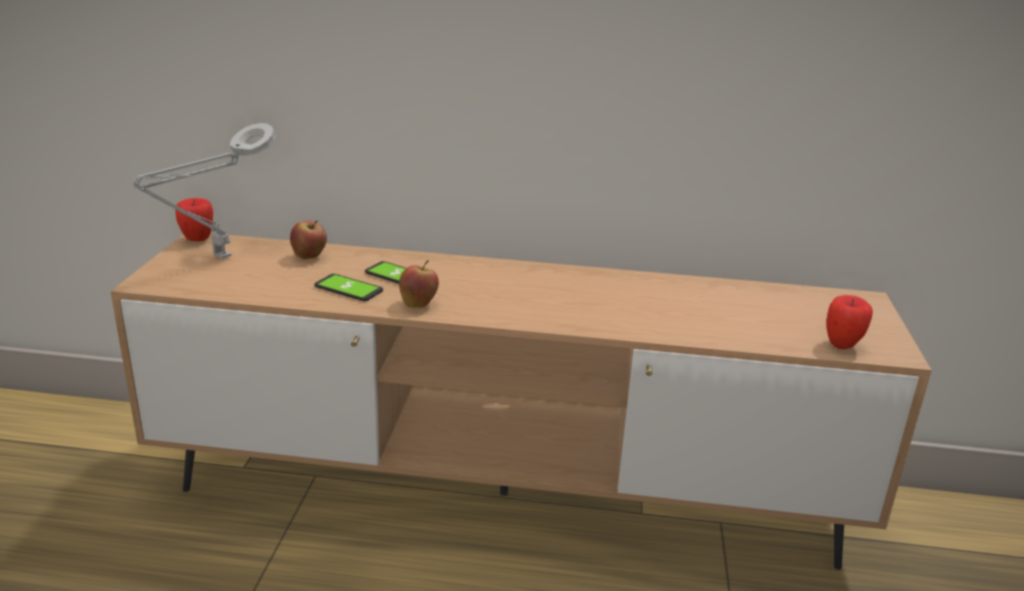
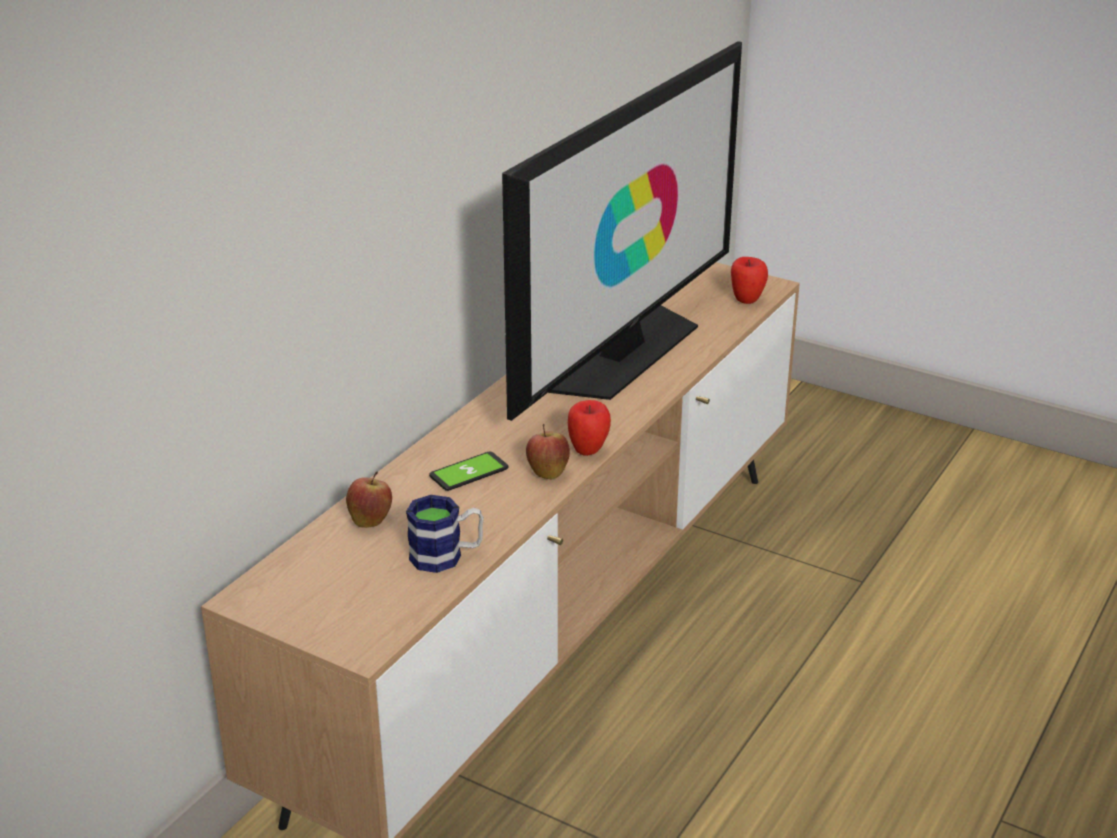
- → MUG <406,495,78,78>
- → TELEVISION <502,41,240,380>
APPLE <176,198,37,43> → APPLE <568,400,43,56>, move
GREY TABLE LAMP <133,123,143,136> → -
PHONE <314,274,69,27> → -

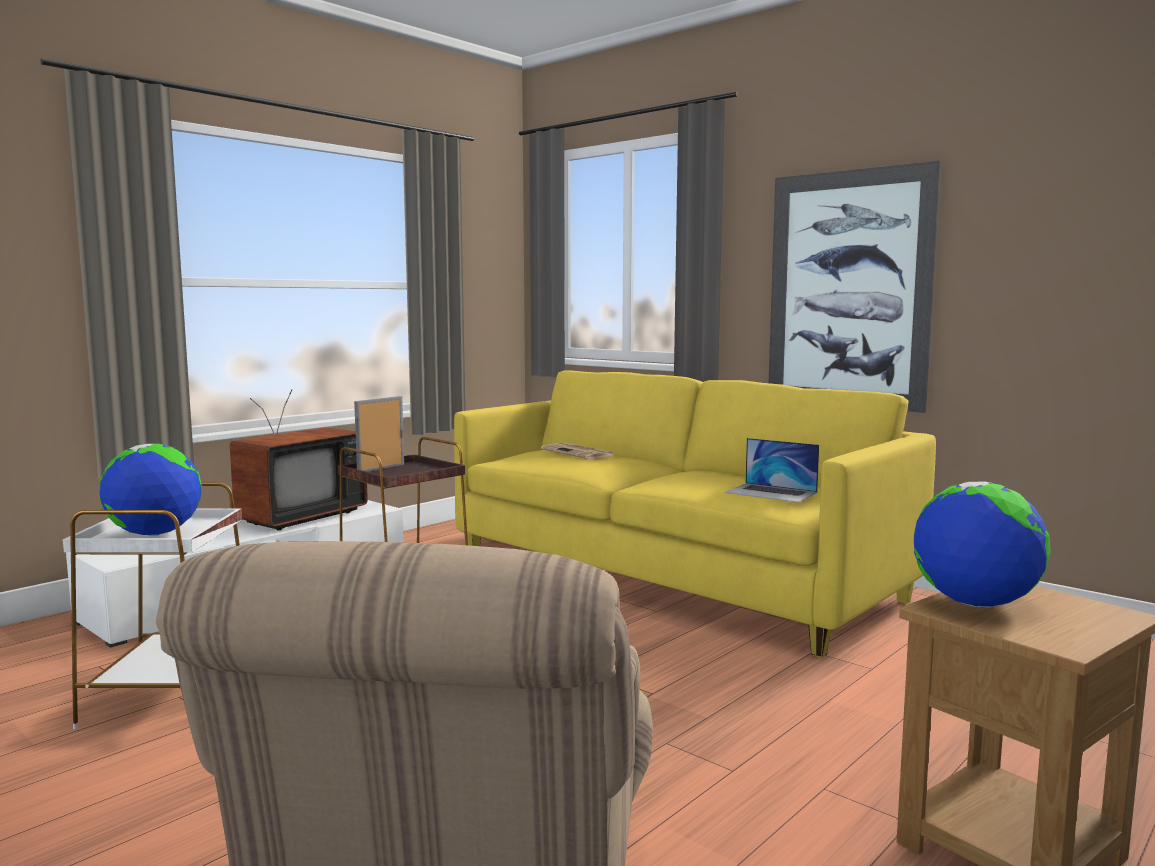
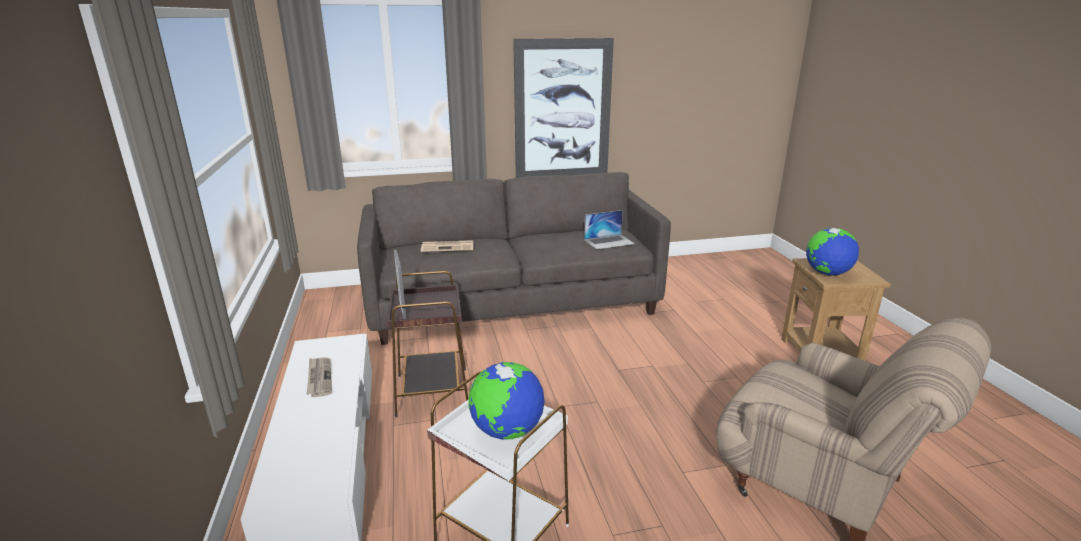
TELEVISION <230,389,138,142> → NEWSPAPER <307,357,25,40>
YELLOW SOFA <454,370,482,288> → GREY SOFA <357,172,314,173>

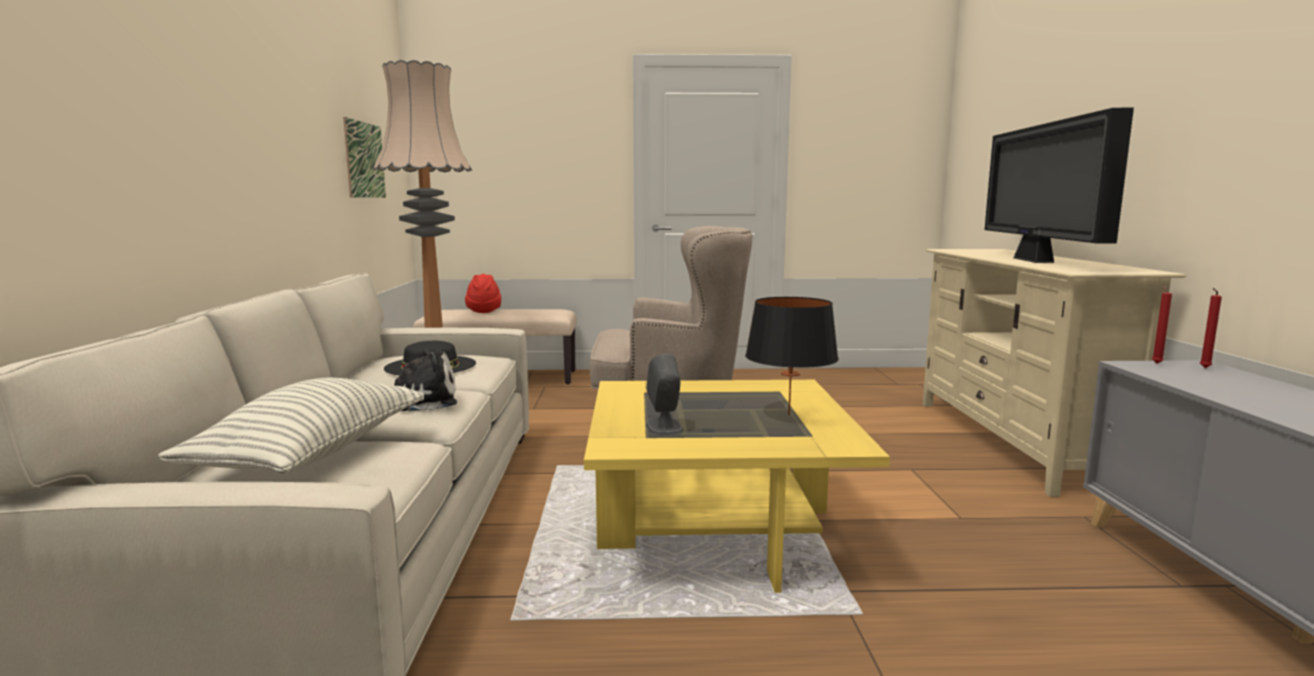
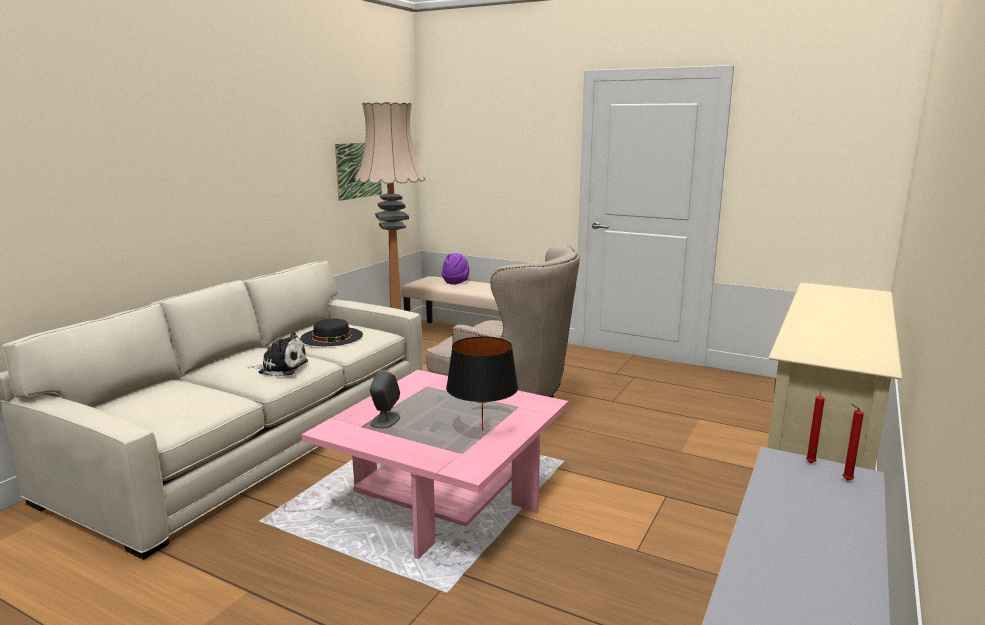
YELLOW COFFEE TABLE <584,380,306,213> → PINK COFFEE TABLE <302,370,267,189>
RED HAT <465,274,36,39> → PURPLE HAT <442,253,27,32>
PILLOW <158,378,266,96> → -
TELEVISION <985,107,149,156> → -

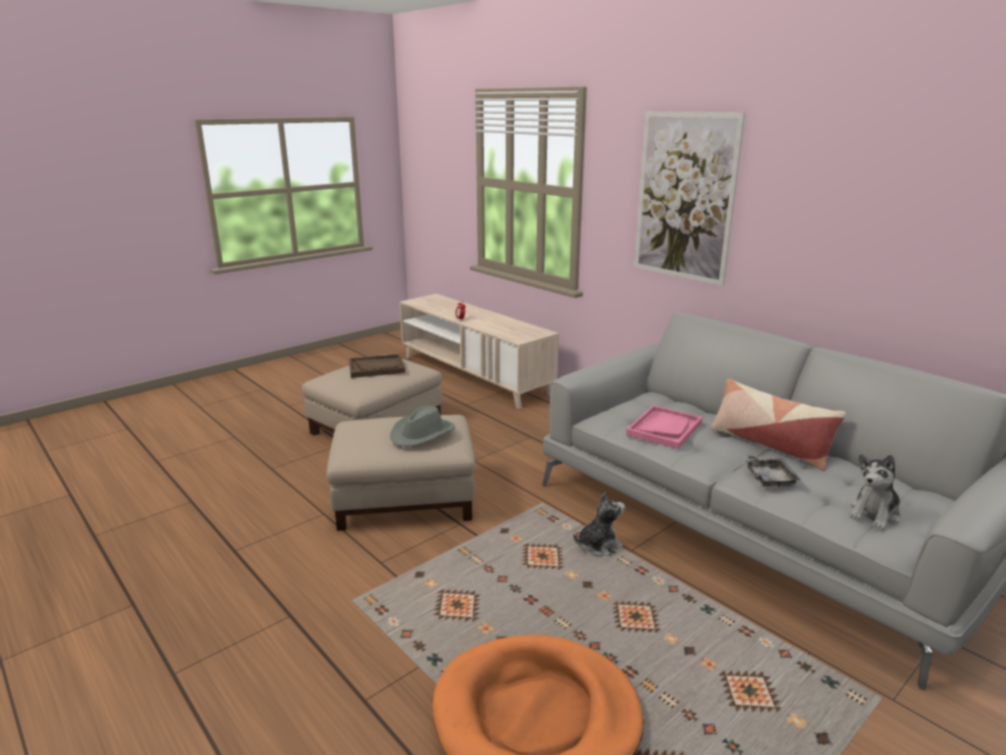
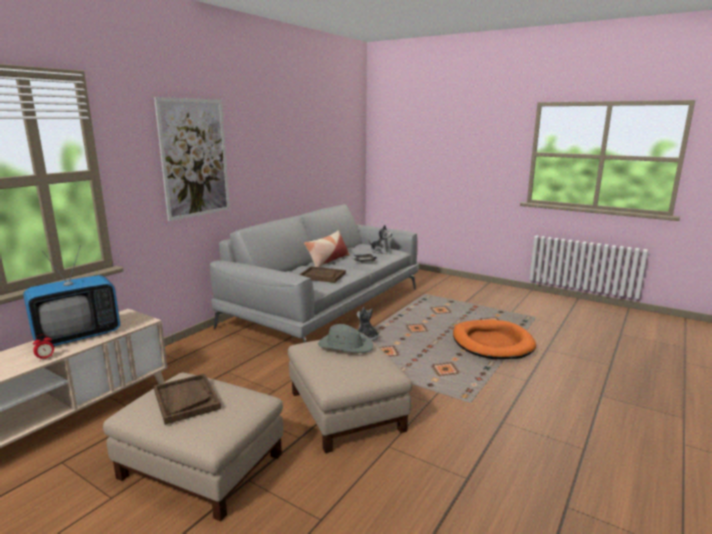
- → TELEVISION <23,246,97,101>
PINK TRAY <626,405,76,44> → BROWN TRAY <299,266,47,17>

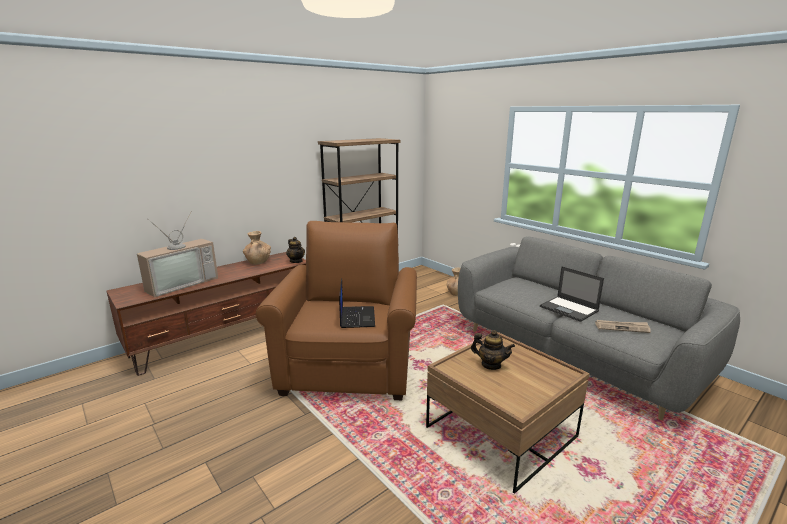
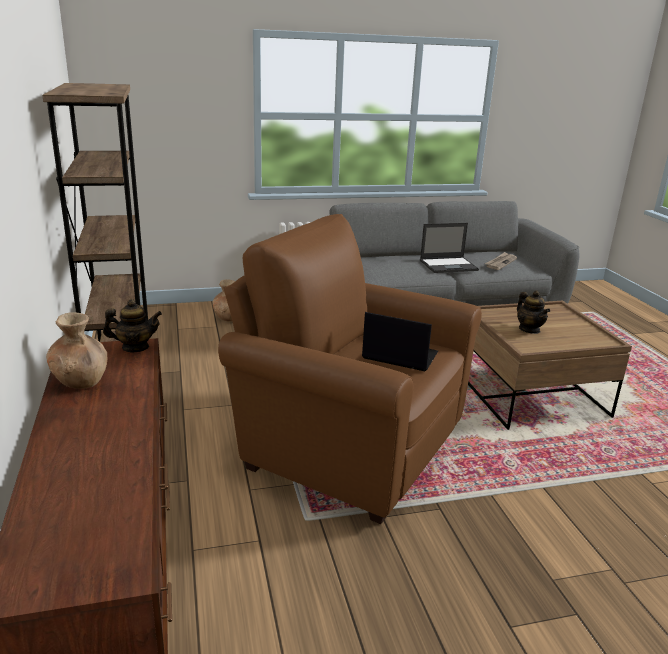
TEAPOT <471,330,44,40> → TEAPOT <517,290,33,44>, 105 degrees clockwise
TELEVISION <137,211,81,86> → -

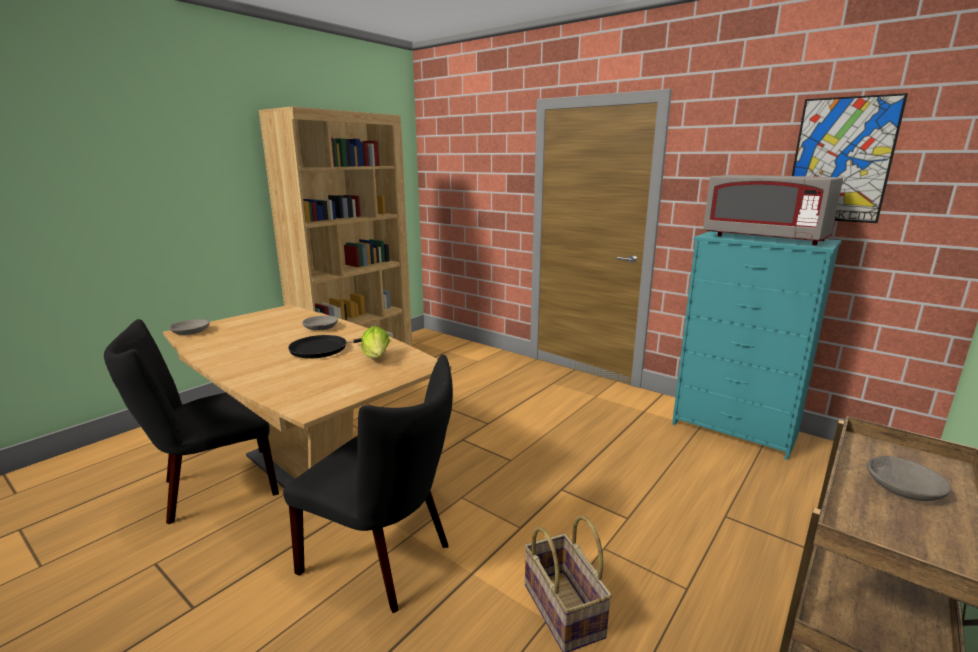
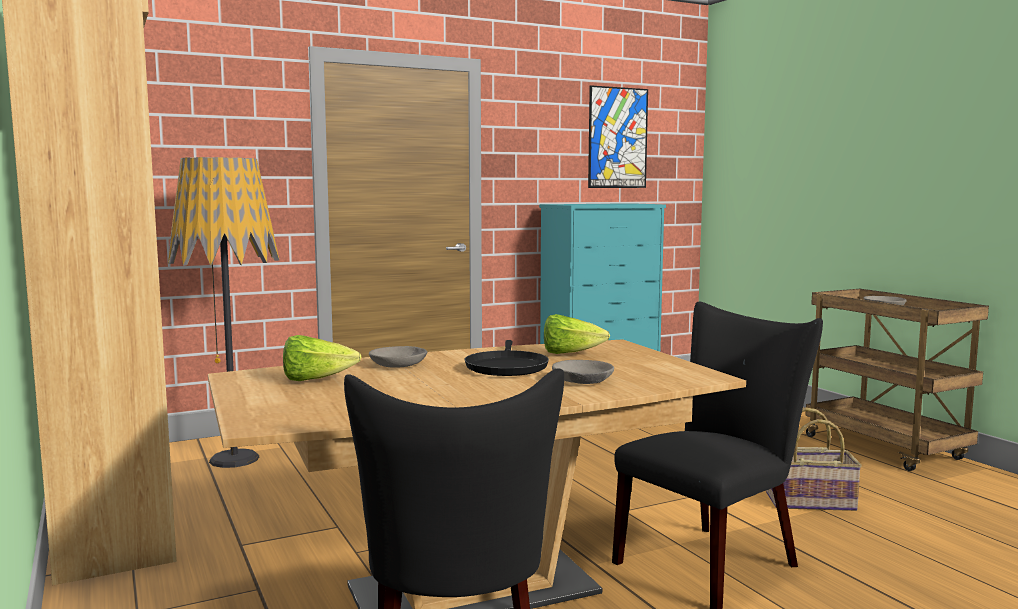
- → FLOOR LAMP <168,157,112,311>
- → LETTUCE <283,335,79,46>
GREY BOWL <169,319,41,16> → GREY BOWL <552,360,62,24>, move
GREY MICROWAVE <703,175,140,70> → -

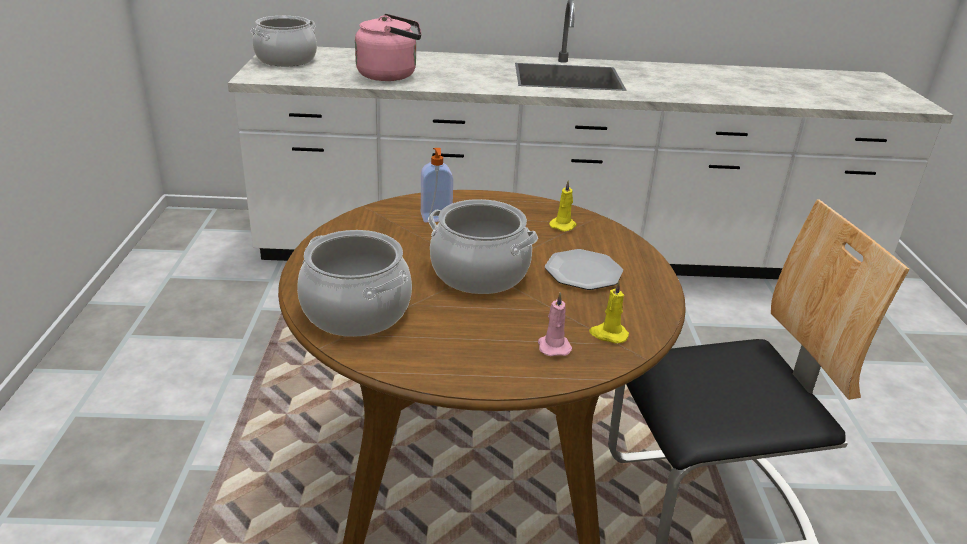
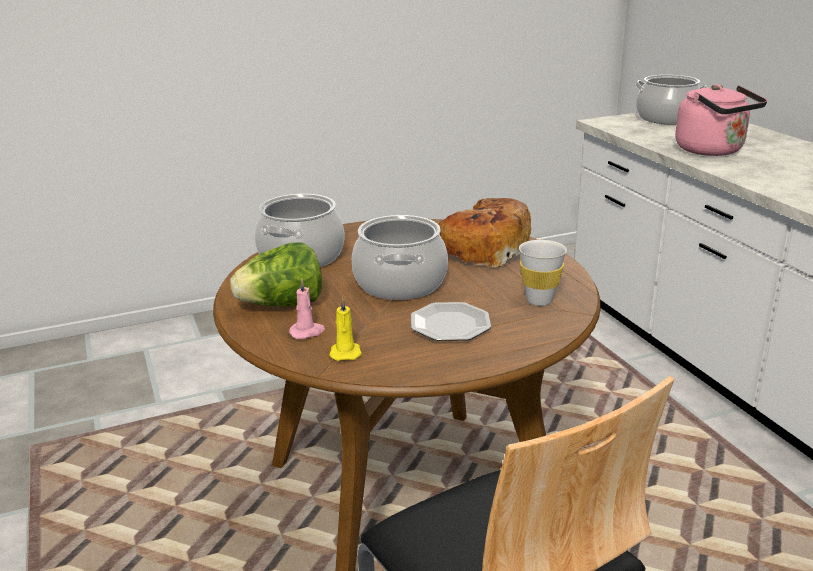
- → LETTUCE <230,242,92,65>
SOAP DISPENSER <421,148,32,75> → BREAD <438,198,93,69>
YELLOW CANDLE <549,180,28,51> → WHITE CUP <519,240,48,66>

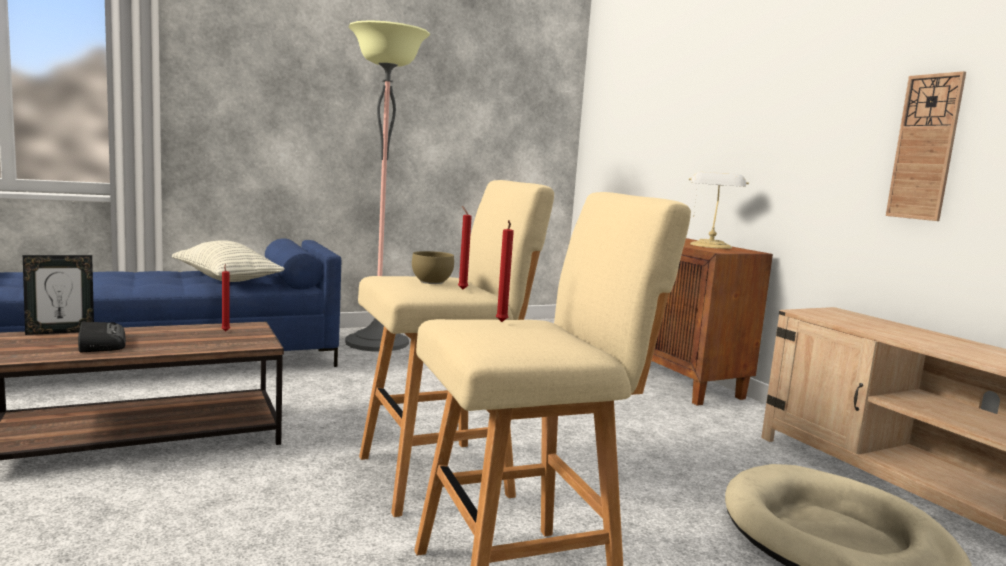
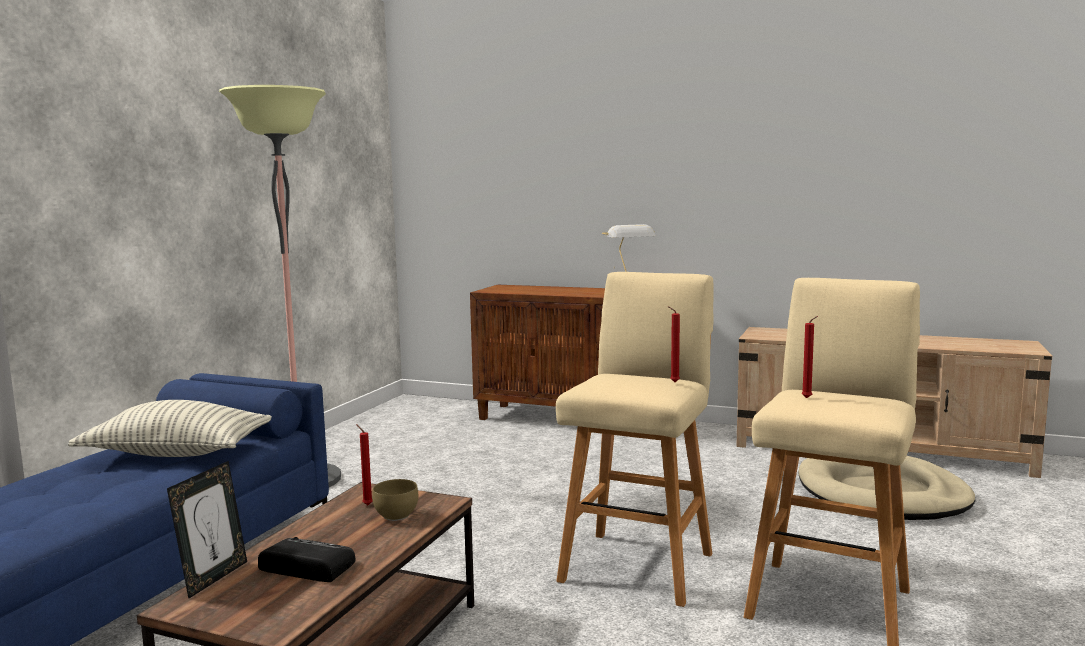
BROWN BOWL <412,251,42,33> → BROWN BOWL <372,479,46,42>, move
WALL CLOCK <886,71,80,150> → -

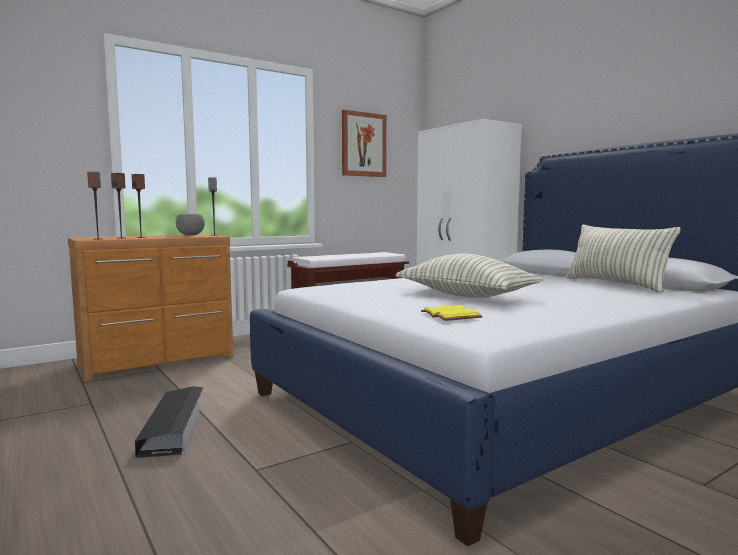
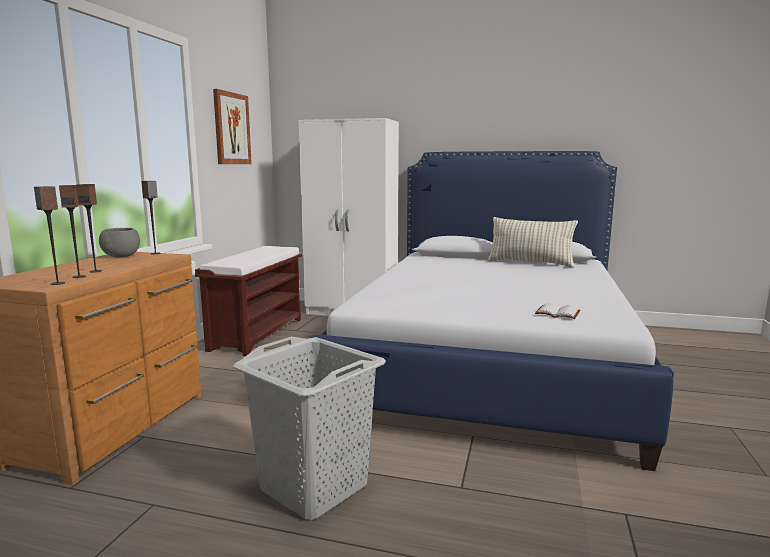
BLACK STORAGE BOX <135,386,68,72> → GREY LAUNDRY BASKET <233,337,153,183>
YELLOW BOOK <421,305,61,16> → WHITE BOOK <535,303,45,16>
PILLOW <395,253,148,45> → -

